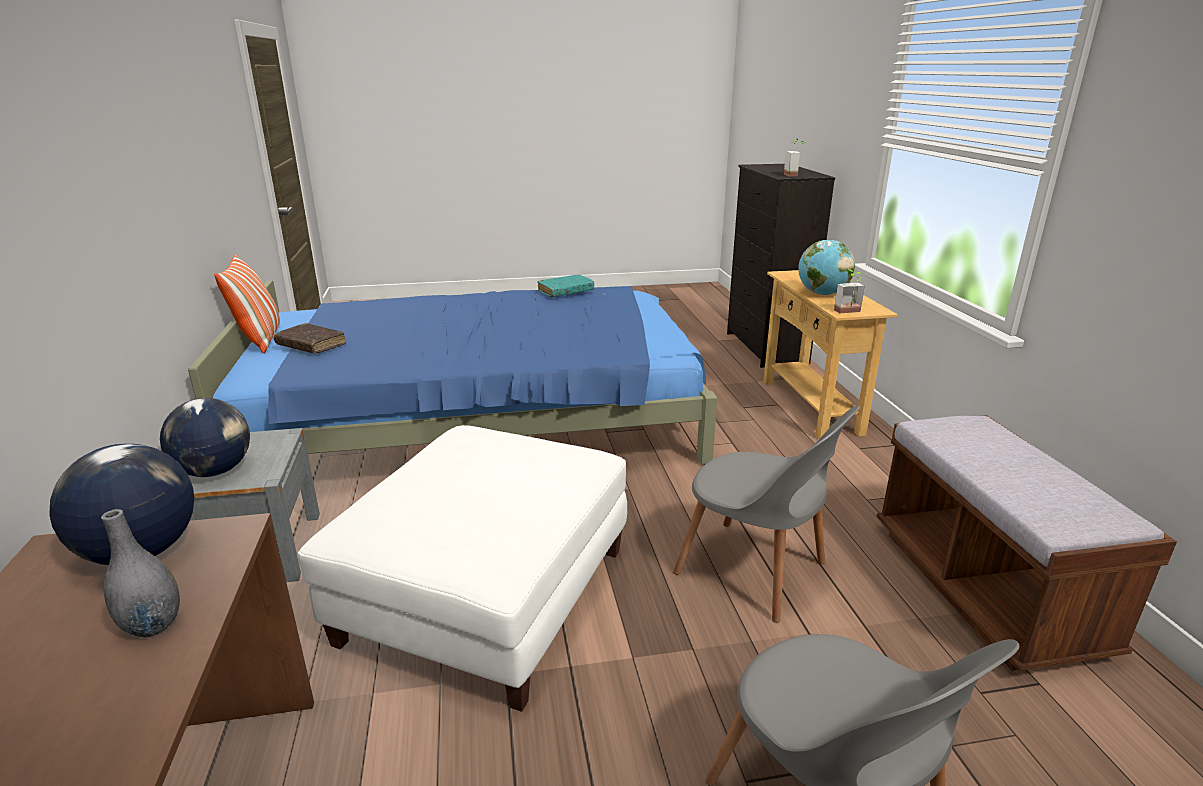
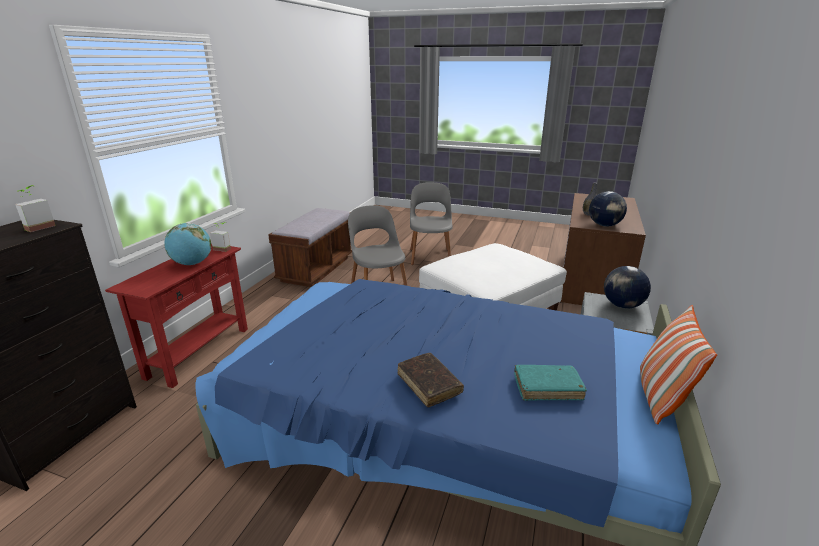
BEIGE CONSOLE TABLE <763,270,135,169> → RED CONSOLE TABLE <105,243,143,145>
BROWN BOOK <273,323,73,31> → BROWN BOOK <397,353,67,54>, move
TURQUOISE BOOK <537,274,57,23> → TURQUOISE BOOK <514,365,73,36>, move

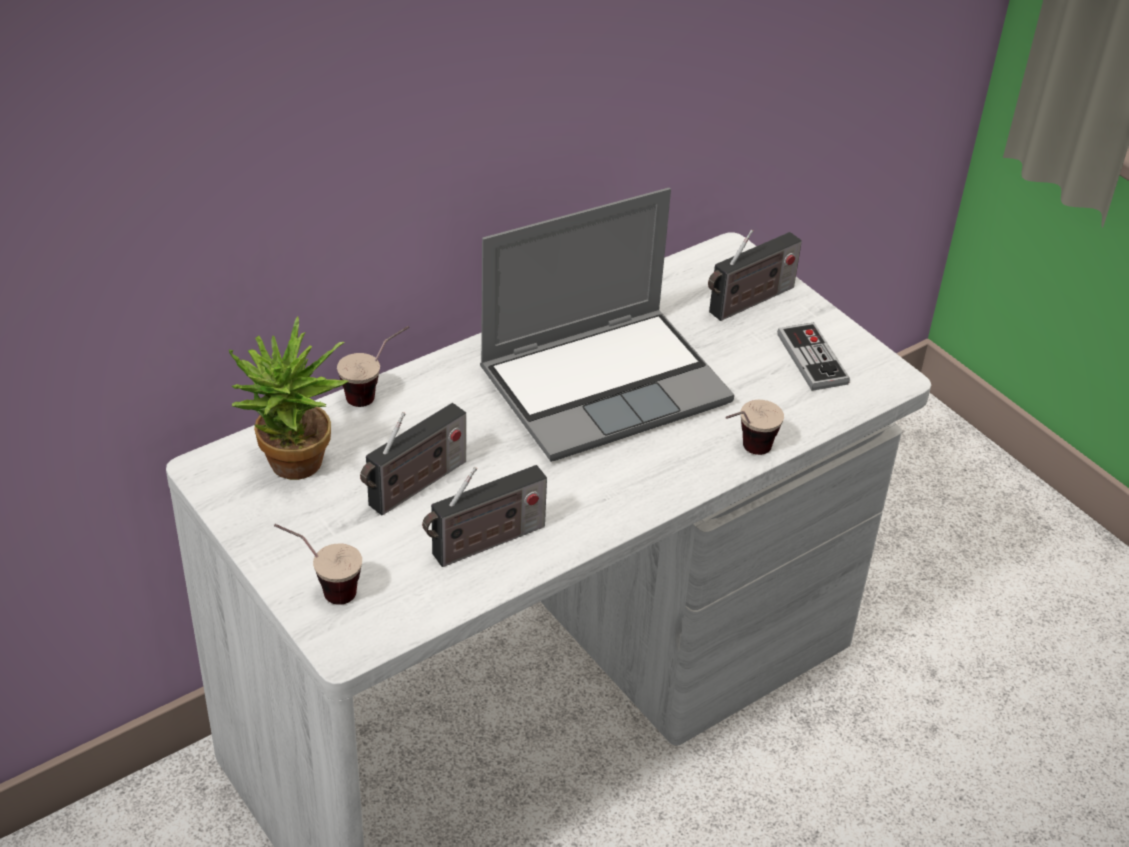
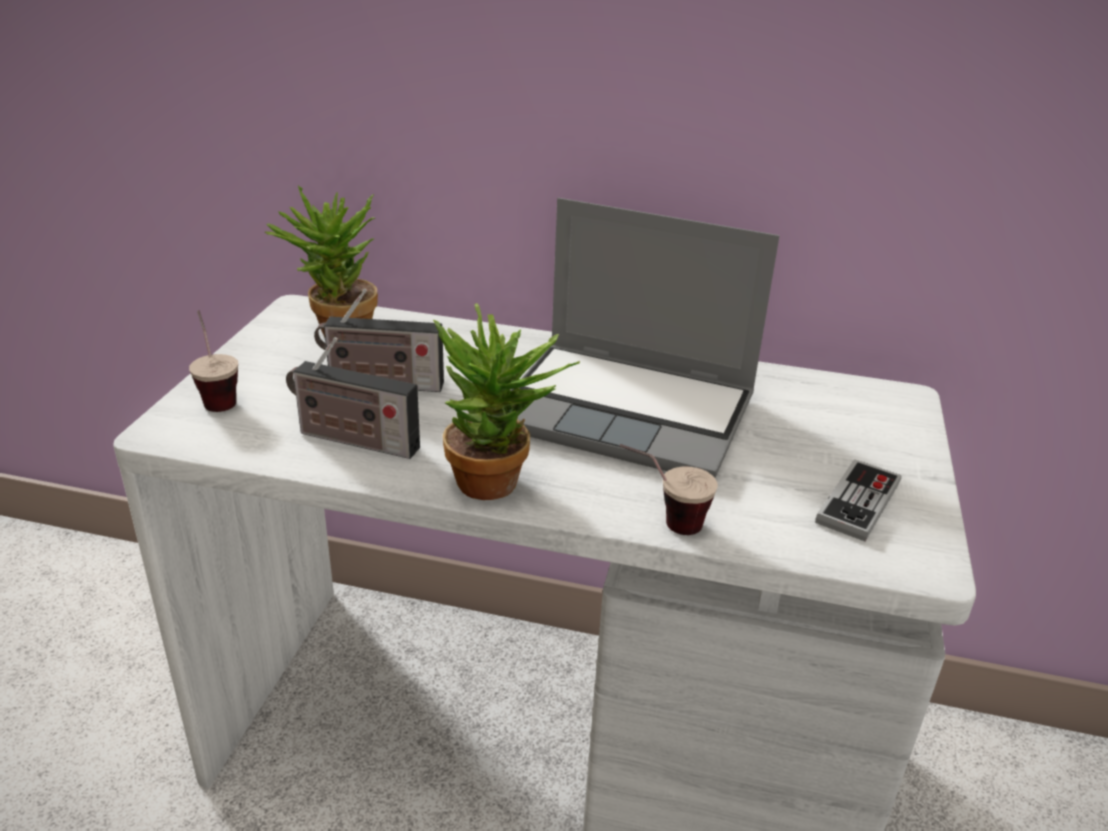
- → POTTED PLANT <433,303,147,197>
CUP <337,326,72,81> → -
RADIO <708,229,94,92> → -

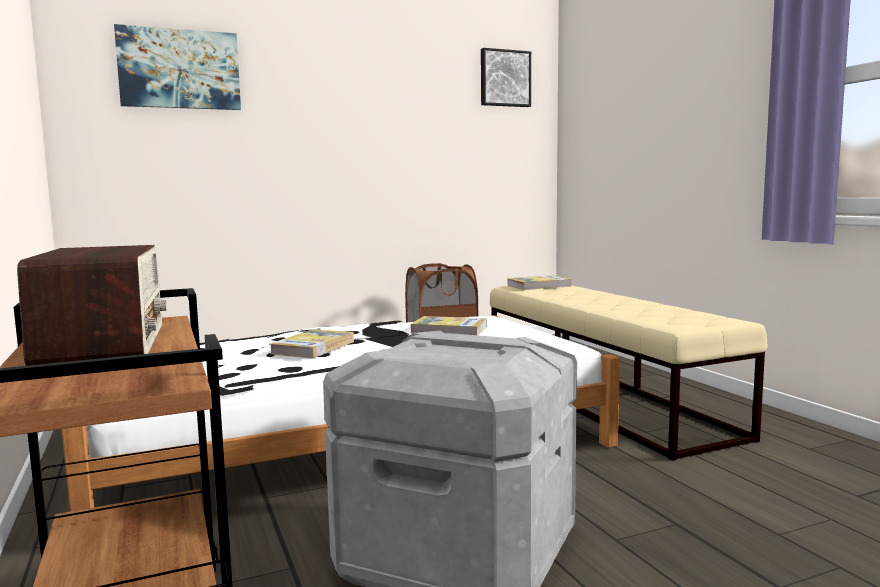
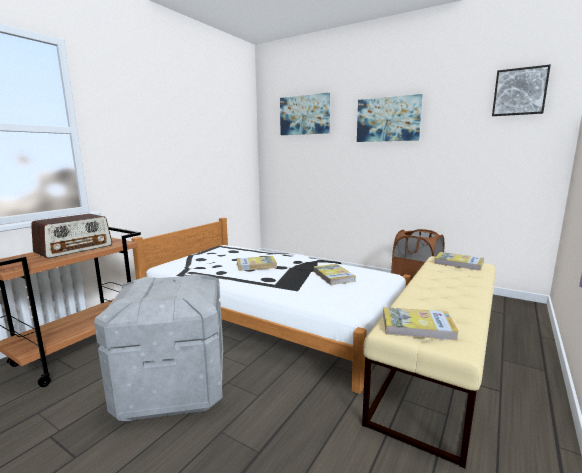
- → PICTURE <357,94,65,48>
- → BOOK <383,307,76,34>

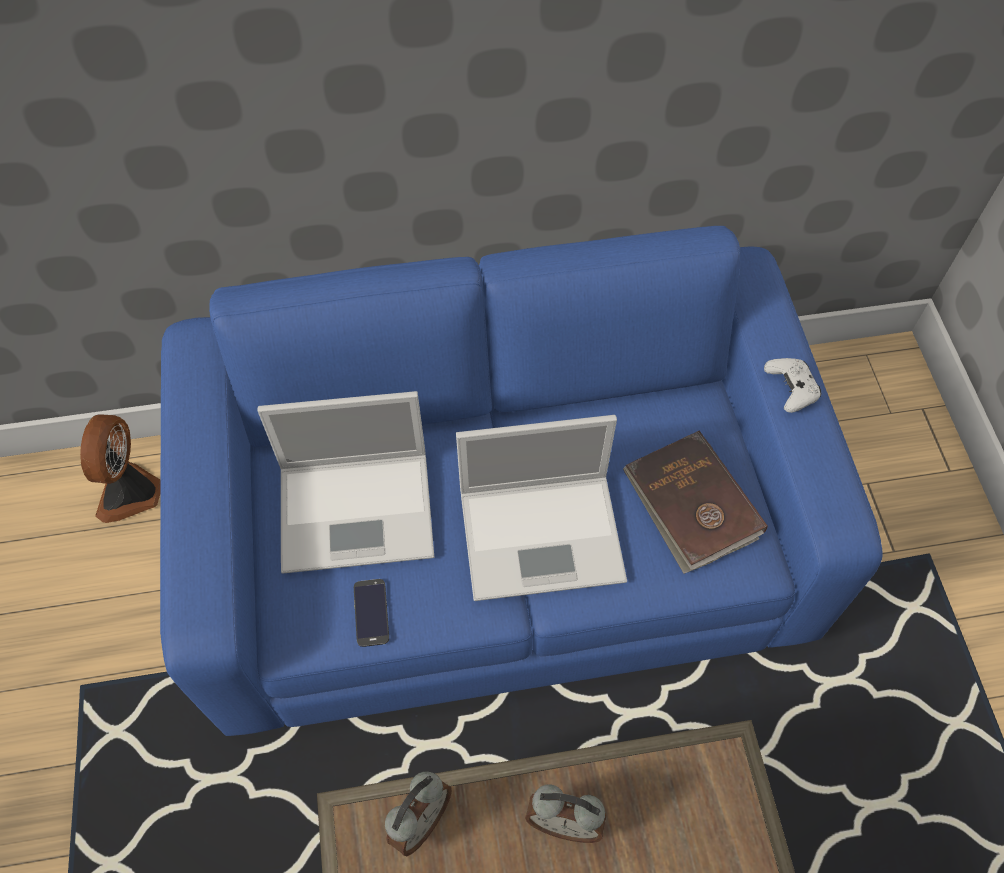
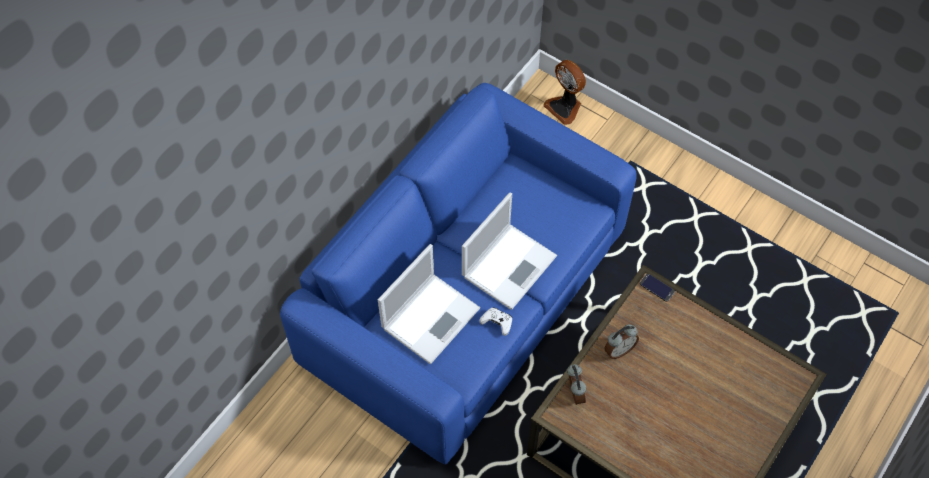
WHITE GAME CONTROLLER <764,358,58,55> → WHITE GAME CONTROLLER <479,307,33,29>, move
FAN <80,415,81,108> → FAN <543,60,43,65>, move
PHONE <354,579,35,68> → PHONE <640,274,35,28>, move
BROWN BOOK <623,430,145,144> → -

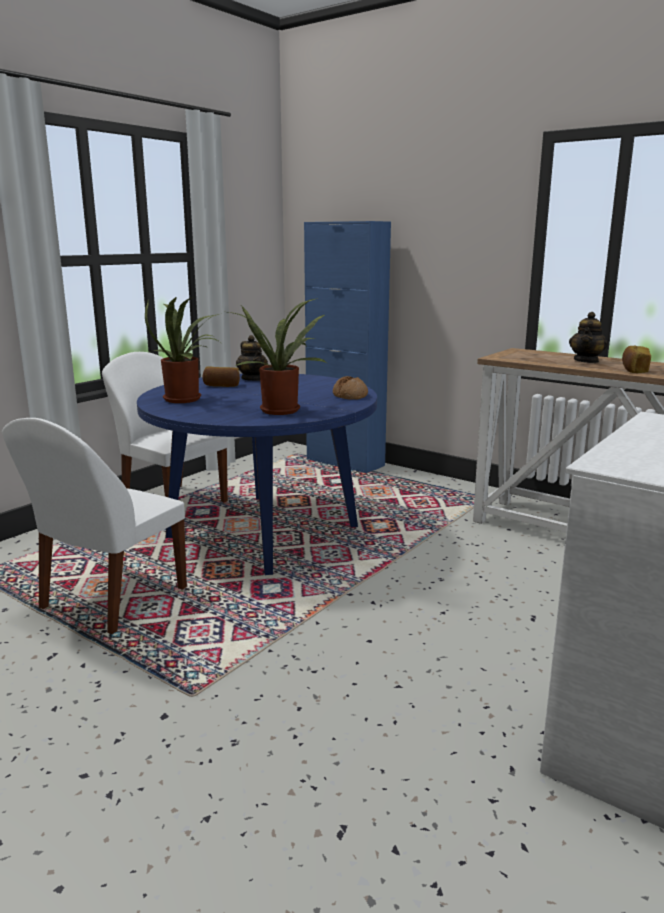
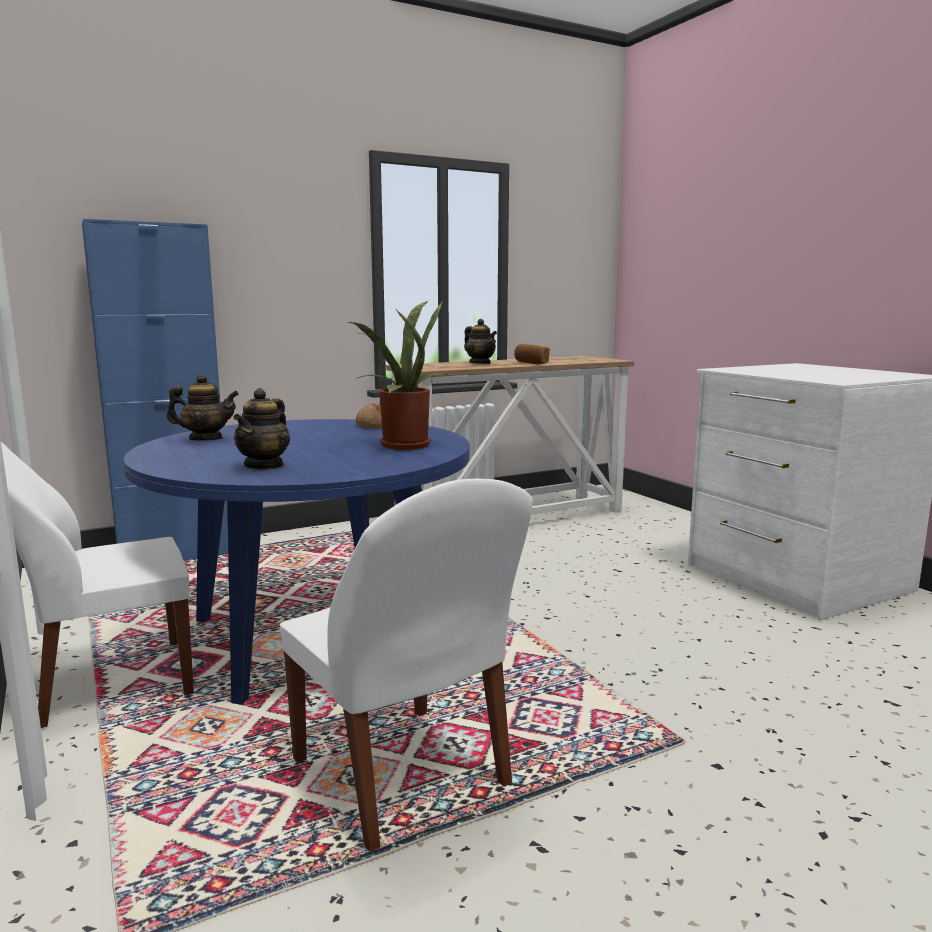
POTTED PLANT <145,296,75,107> → TEAPOT <234,388,56,82>
BREAD <202,367,38,20> → -

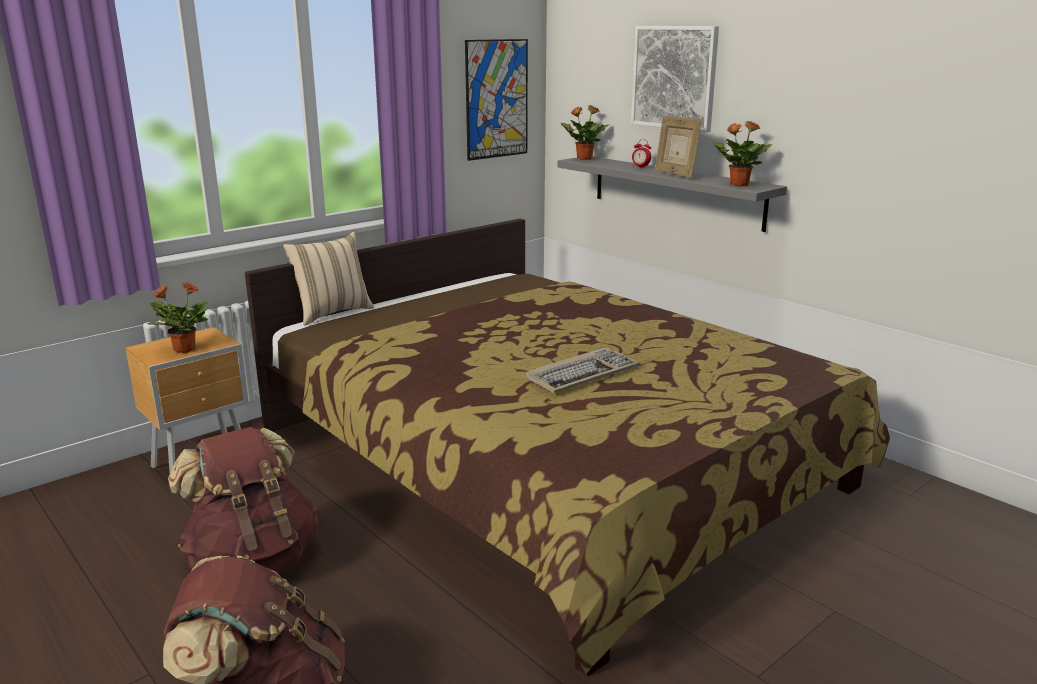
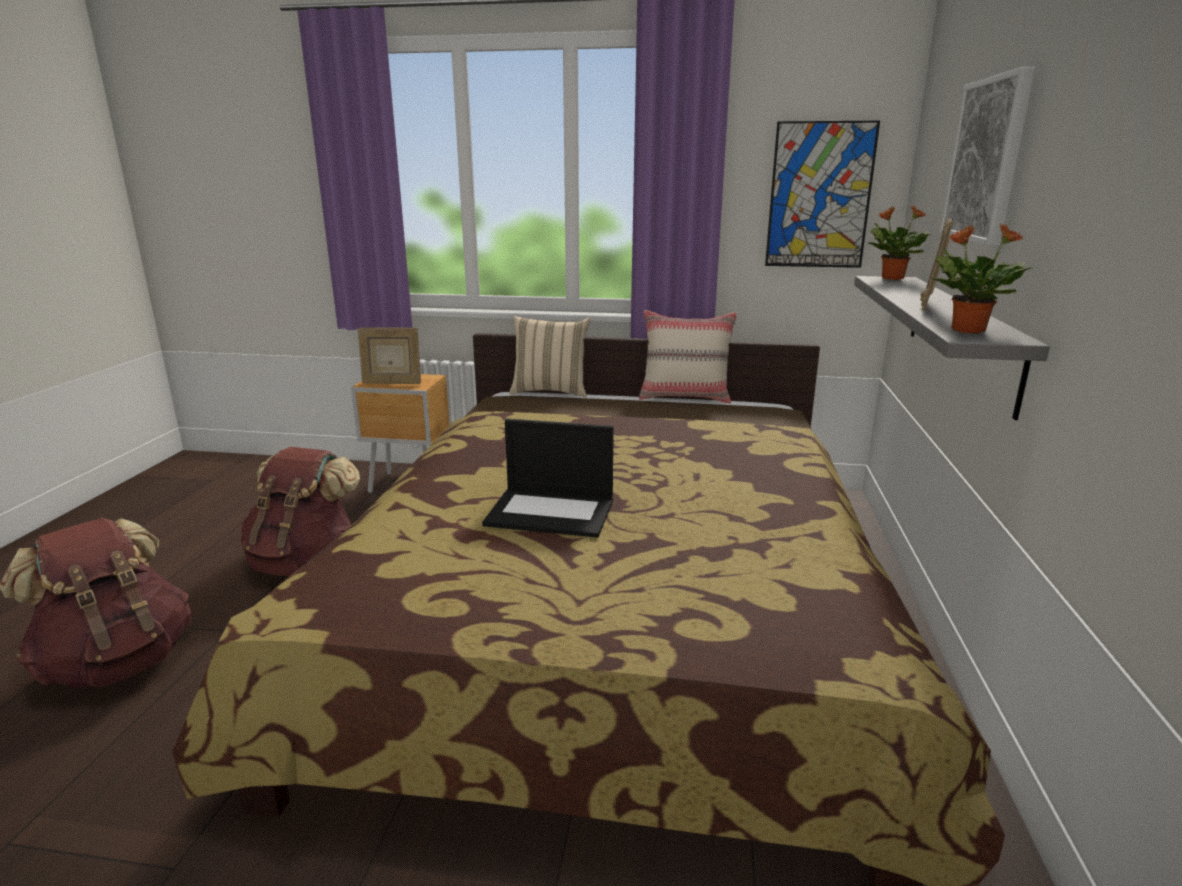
POTTED PLANT <147,282,61,71> → PICTURE FRAME <358,327,63,57>
KEYBOARD <526,347,114,46> → LAPTOP <482,419,132,119>
- → BEIGE PILLOW <639,310,98,94>
ALARM CLOCK <632,139,19,30> → -

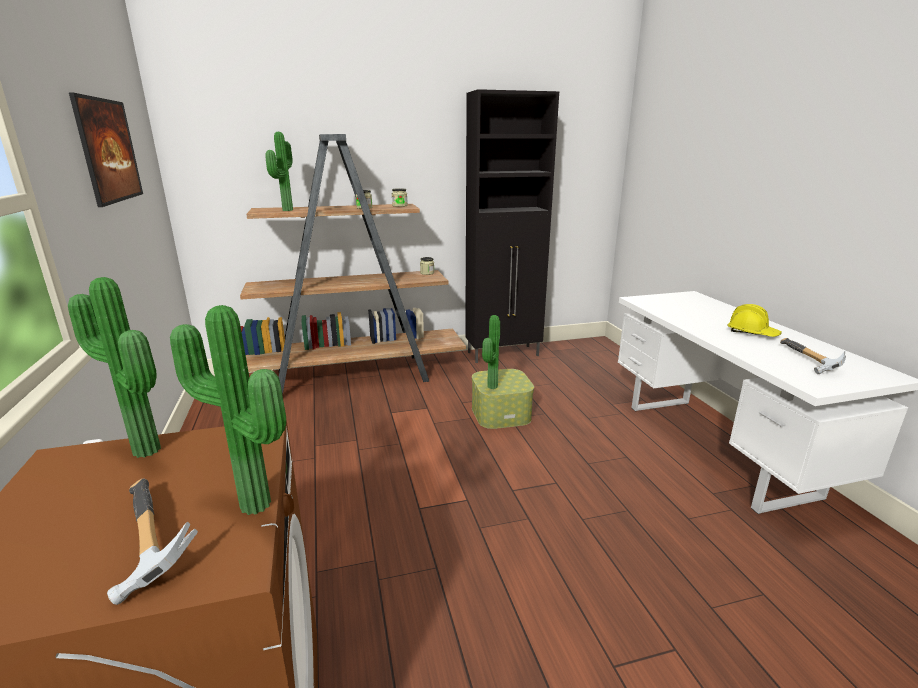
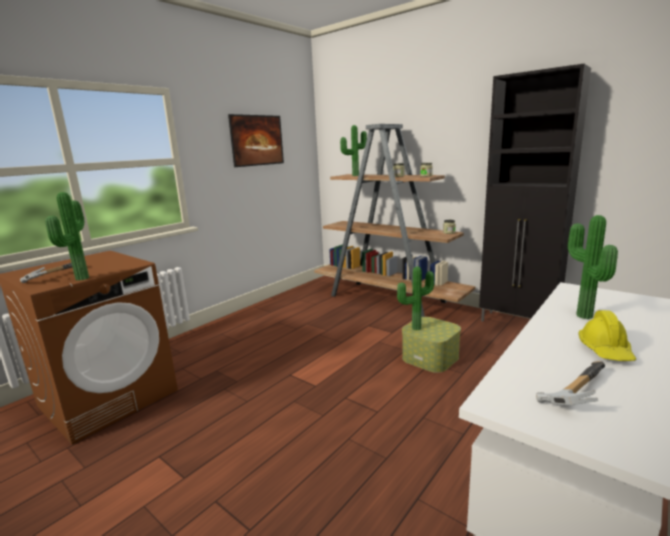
POTTED PLANT <68,277,93,181> → POTTED PLANT <568,215,50,104>, move

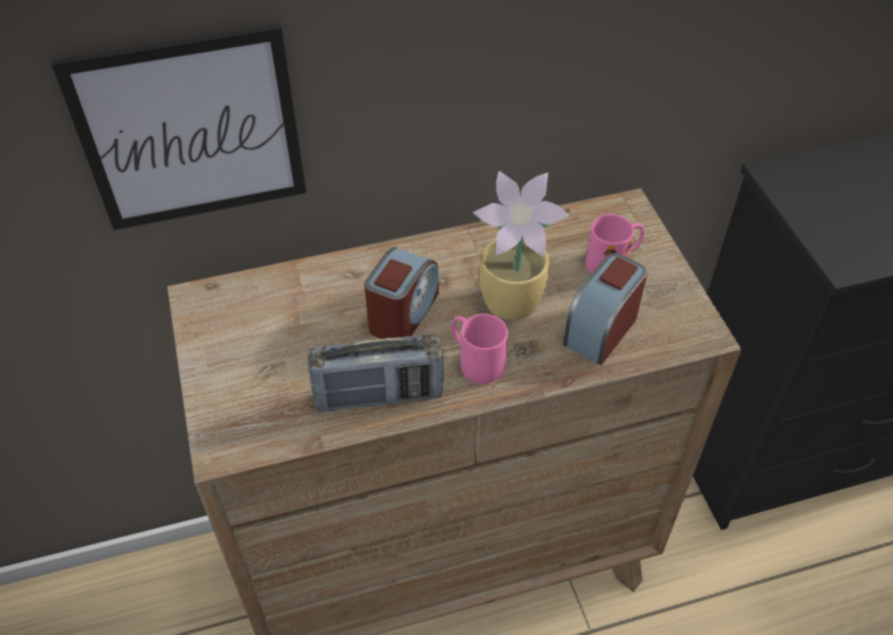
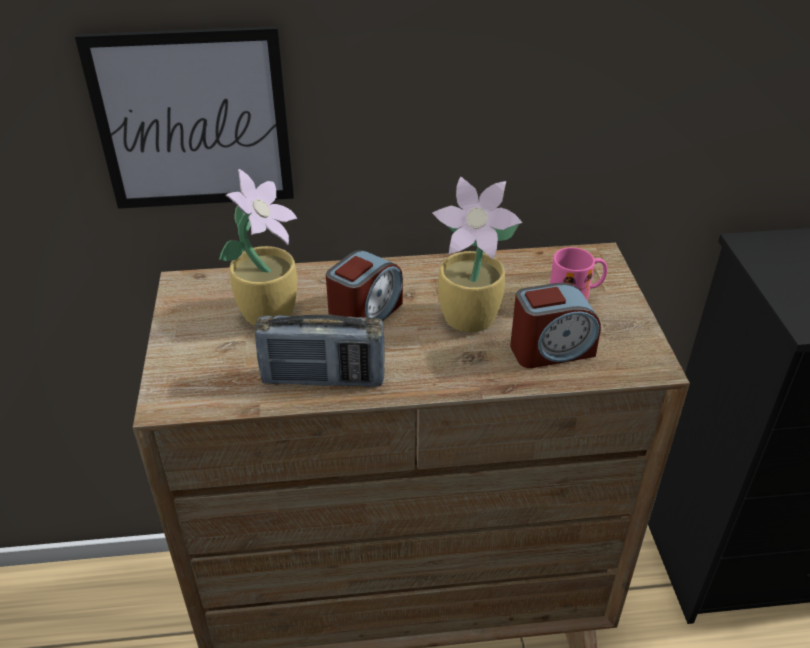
- → POTTED PLANT <219,169,78,157>
ALARM CLOCK <563,253,84,112> → ALARM CLOCK <510,283,91,85>, 150 degrees counterclockwise
PINK MUG <452,314,56,70> → -

